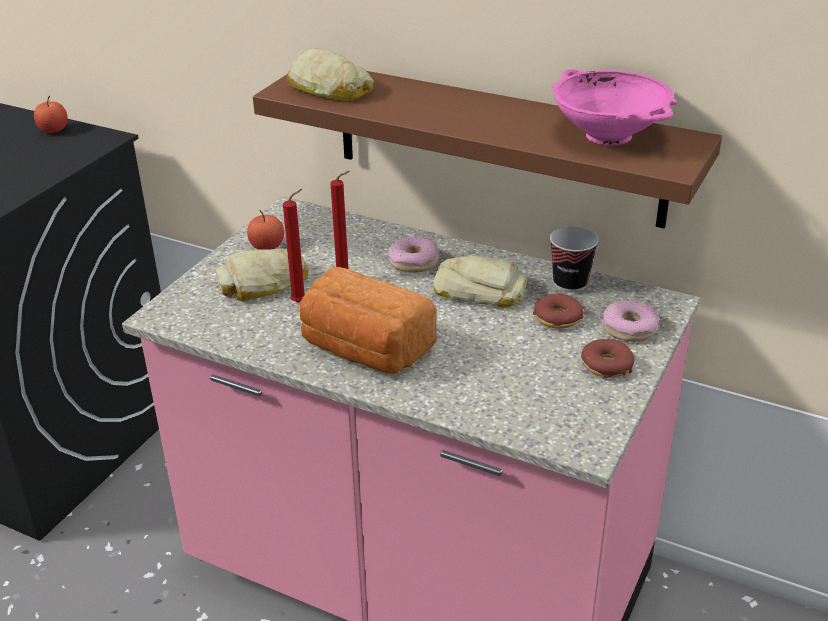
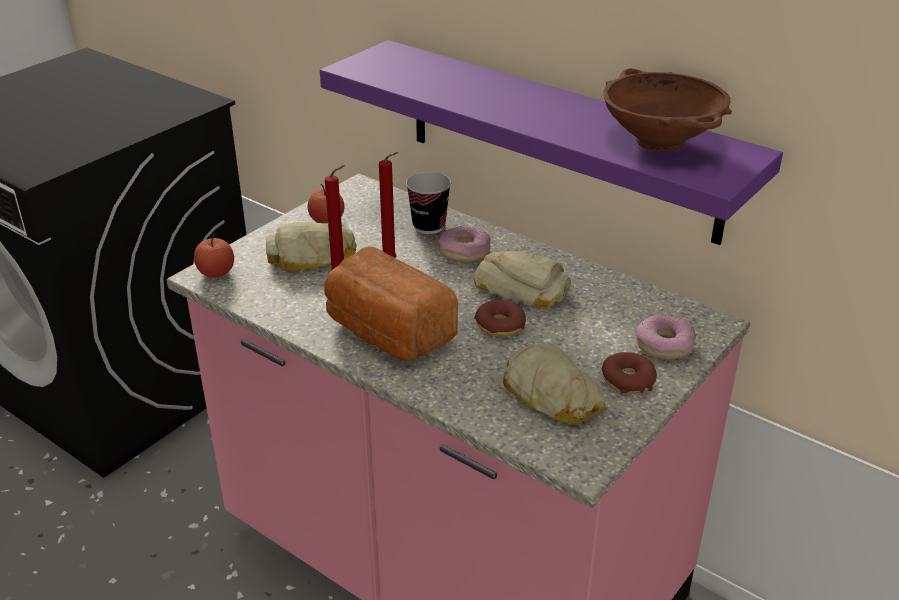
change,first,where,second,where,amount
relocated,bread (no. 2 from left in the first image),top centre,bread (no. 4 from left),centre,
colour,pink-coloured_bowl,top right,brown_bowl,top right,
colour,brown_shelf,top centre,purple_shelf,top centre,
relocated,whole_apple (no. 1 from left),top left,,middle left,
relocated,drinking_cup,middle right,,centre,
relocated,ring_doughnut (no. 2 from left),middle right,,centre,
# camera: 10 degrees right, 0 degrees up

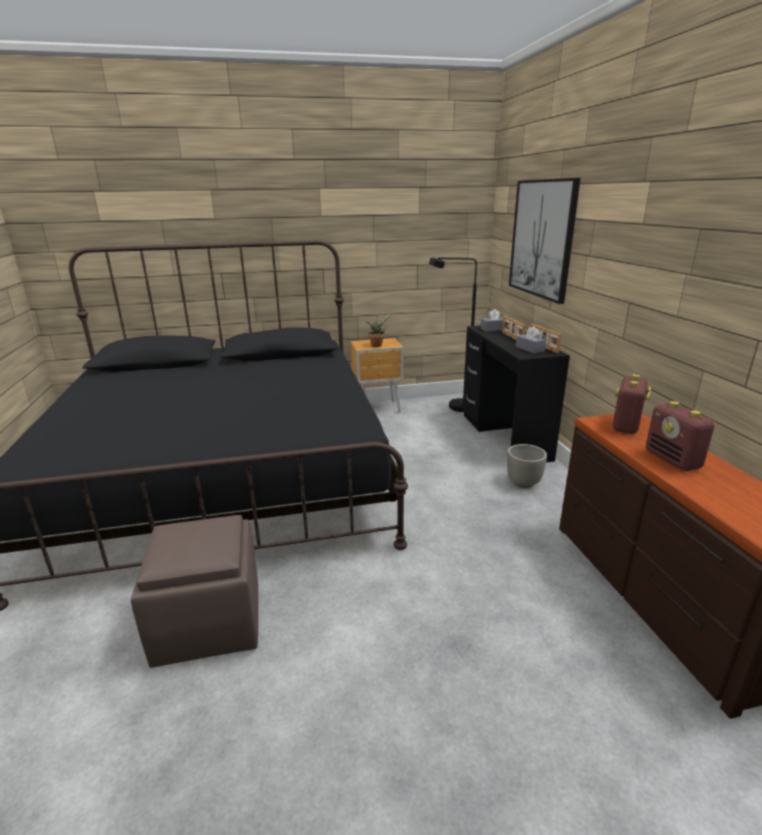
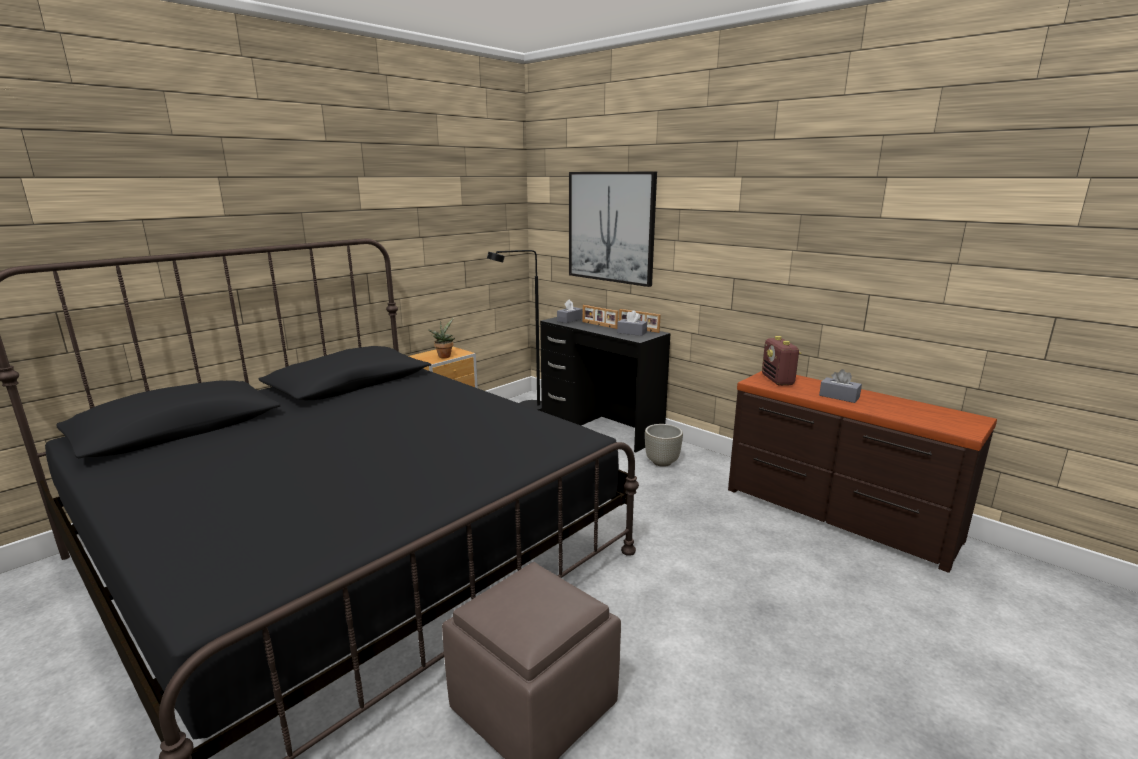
change,first,where,second,where,amount
exchanged,radio (no. 2 from left),middle right,gray_box_of_tissues (no. 3 from left),middle right,
# camera: 35 degrees left, 5 degrees down

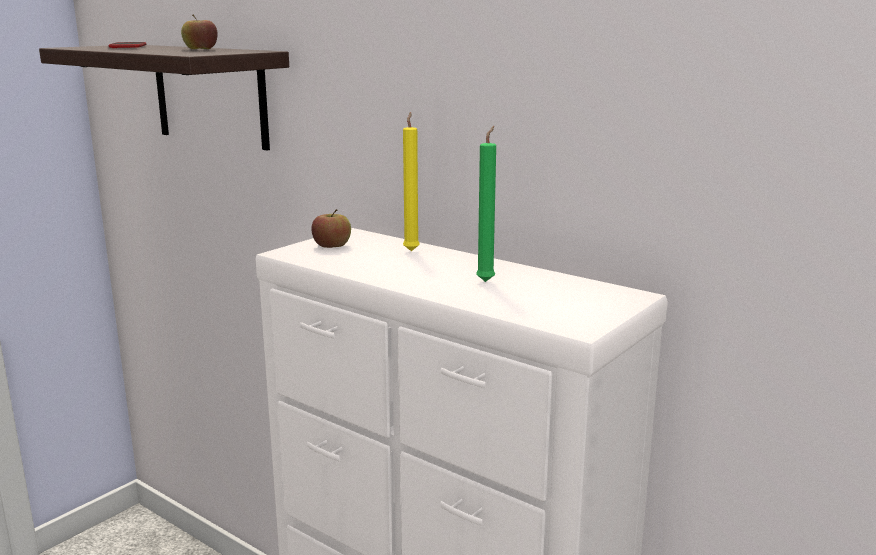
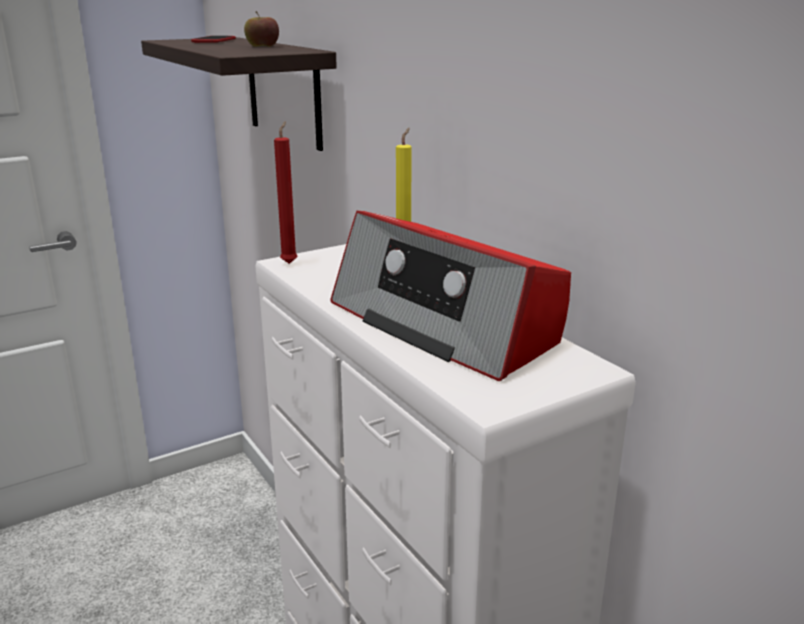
change,first,where,second,where,amount
exchanged,greenish_candle,centre,radio,centre,
missing,whole_apple (no. 2 from left),centre,,,
appeared,,,reddish_candle,top centre,
# camera: 20 degrees right, 5 degrees up

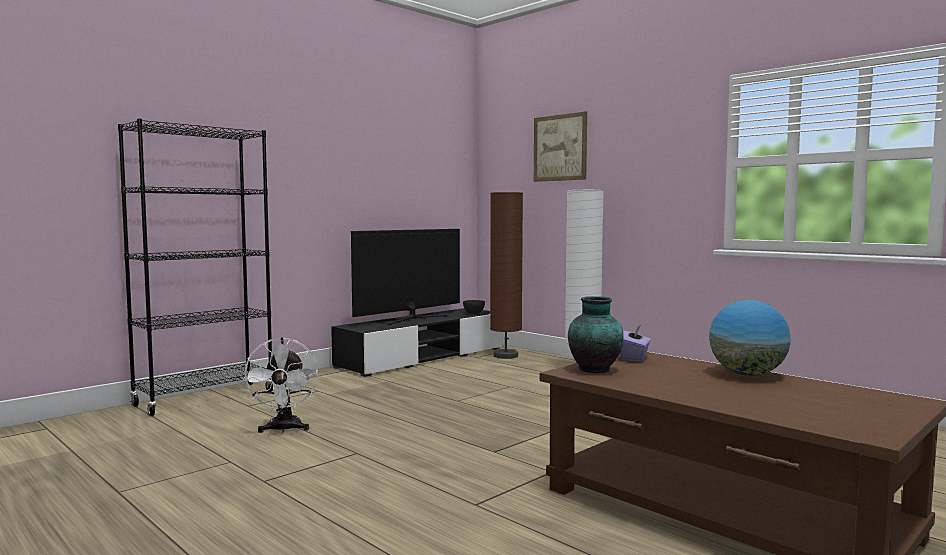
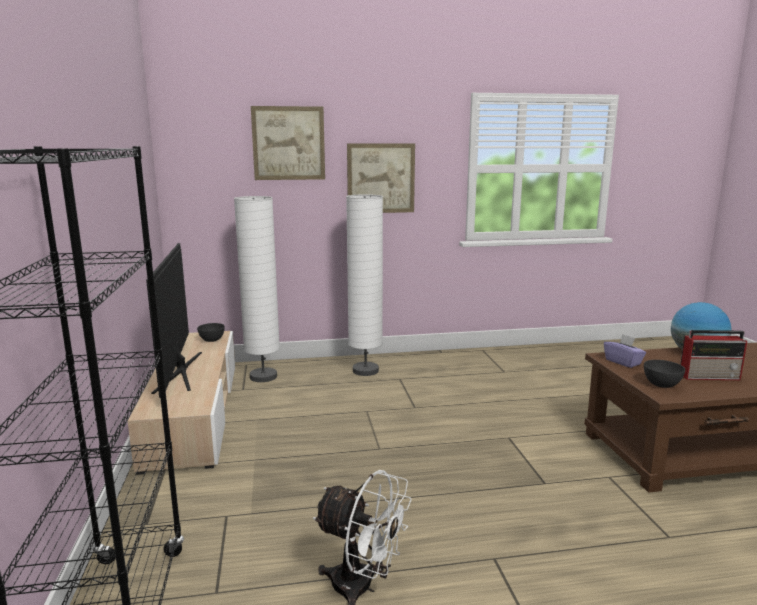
change,first,where,second,where,amount
colour,brown_floor_lamp,centre,whitish_floor_lamp (no. 1 from left),centre,
exchanged,decorative_vase,centre,gray_bowl (no. 2 from left),middle right,
colour,blackish_tv_stand,centre,sand-coloured_tv_stand,middle left,
appeared,,,picture (no. 2 from left),top centre,
appeared,,,radio,middle right,
# camera: 55 degrees left, 10 degrees up

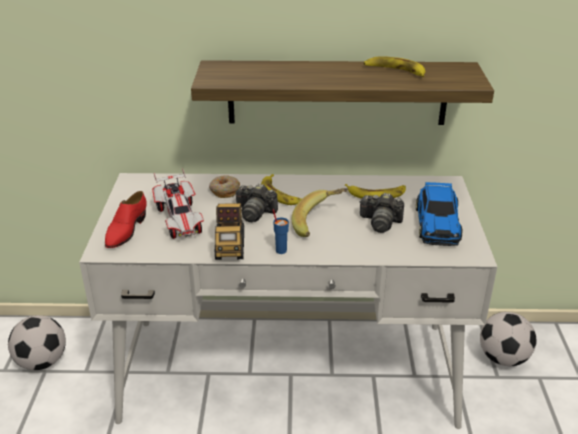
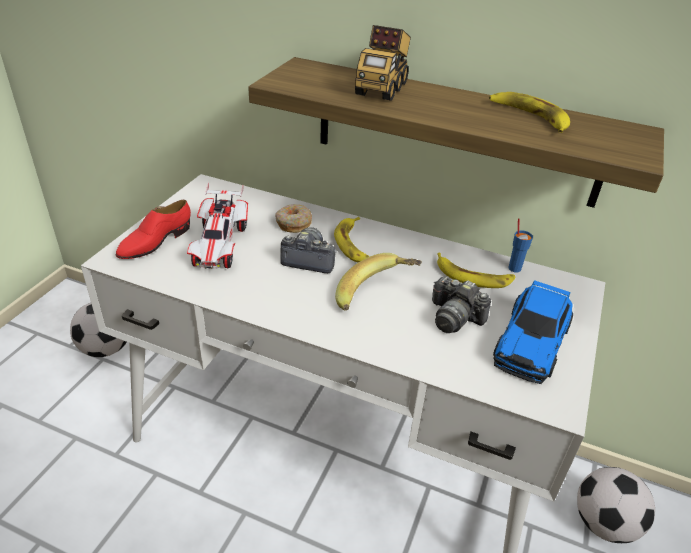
change,first,where,second,where,amount
spun,still_camera (no. 1 from left),centre,,centre,150 degrees clockwise
relocated,model_truck,centre,,top centre,
relocated,bluish_drinking_cup,centre,,middle right,
# camera: 20 degrees right, 5 degrees up

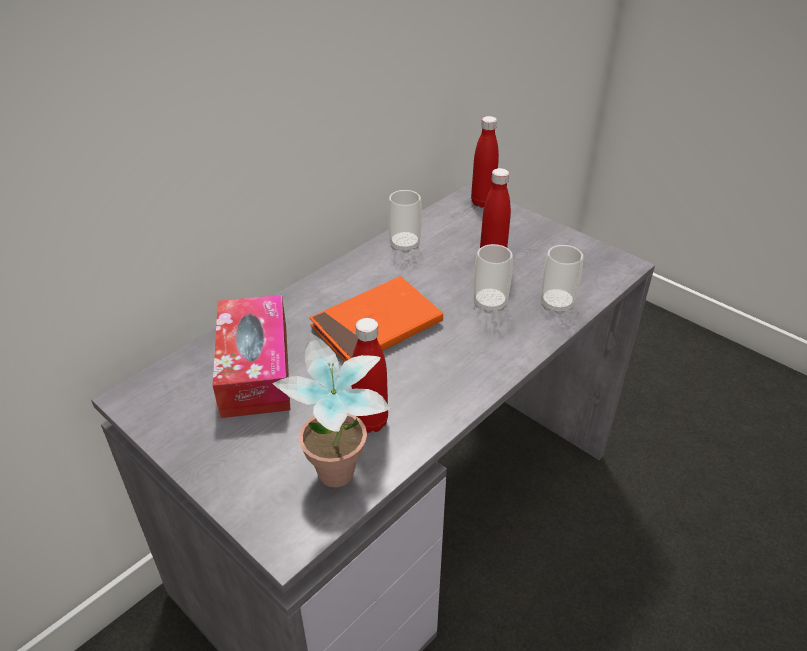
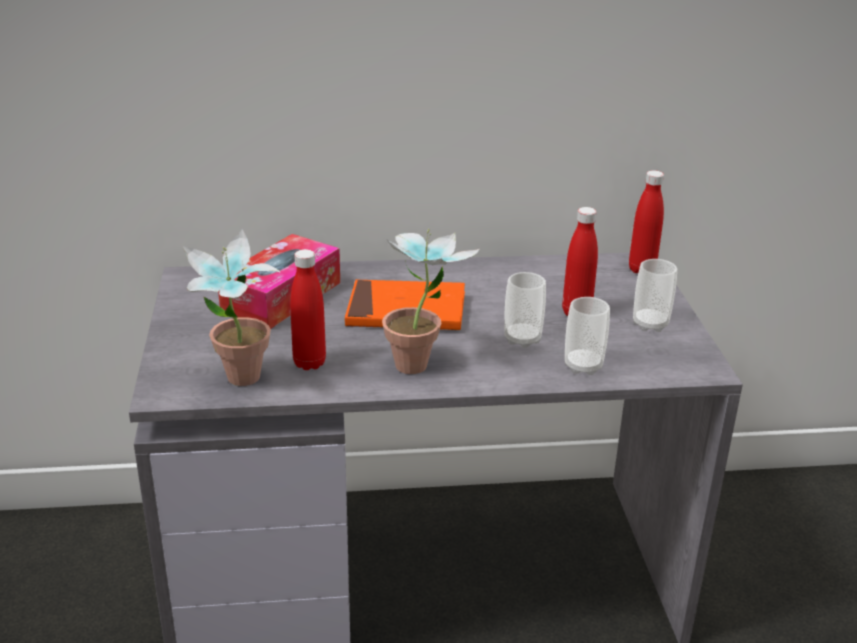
change,first,where,second,where,amount
relocated,drinking_cup (no. 1 from left in the first image),centre,drinking_cup (no. 3 from left),middle right,
appeared,,,plant_in_a_pot (no. 2 from left),centre,
# camera: 40 degrees right, 10 degrees down

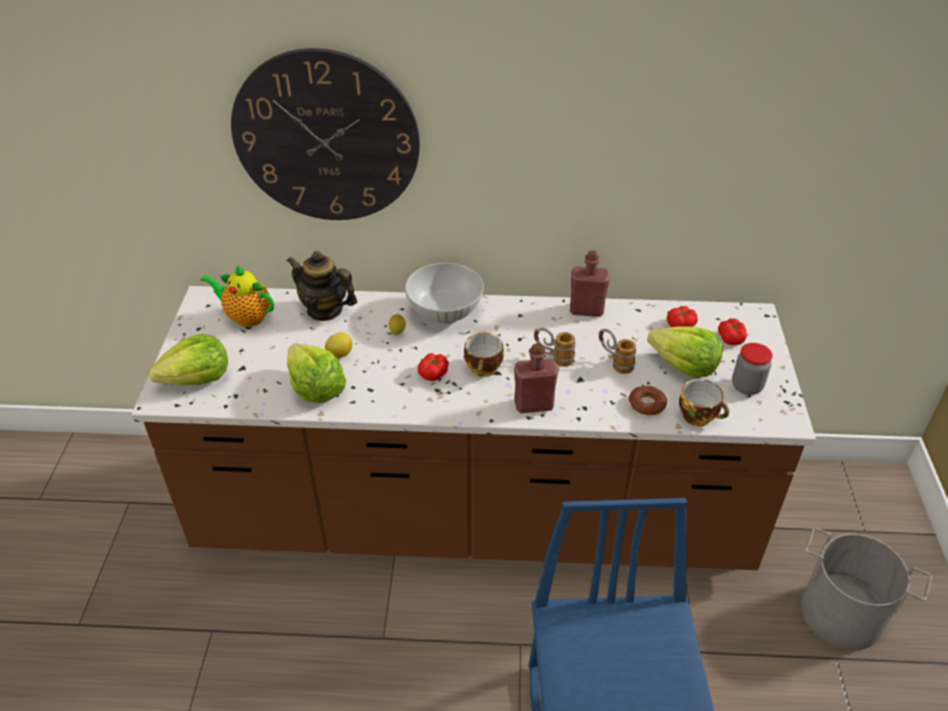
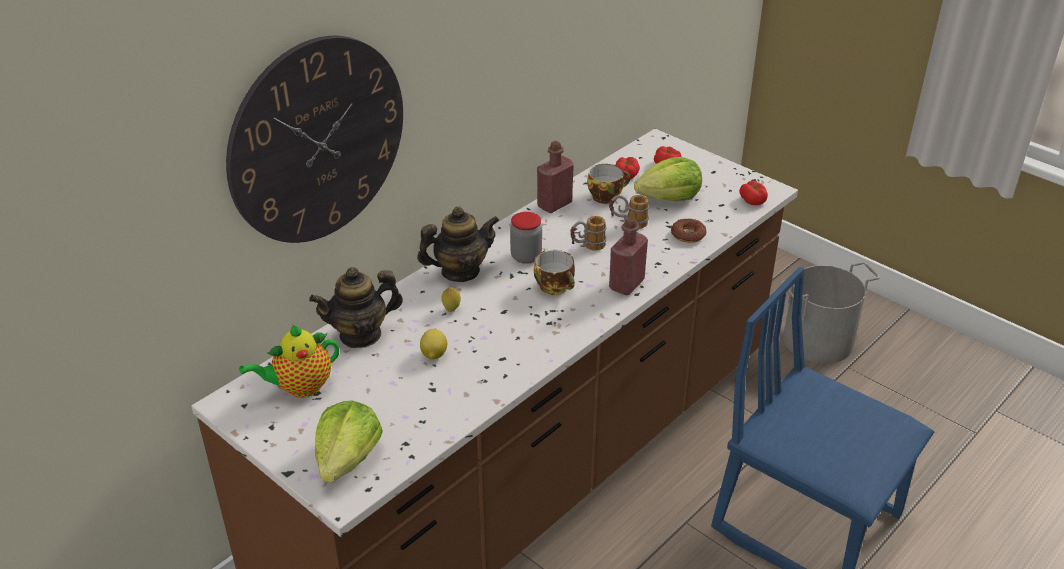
change,first,where,second,where,amount
exchanged,whitish_bowl,centre,pot_for_tea (no. 3 from left),centre,
relocated,jar,middle right,,centre,
missing,lettuce_head (no. 2 from left),centre,,,
relocated,whole_tomato (no. 1 from left in the first image),centre,whole_tomato (no. 3 from left),middle right,
relocated,drinking_cup (no. 2 from left),middle right,,top centre,
# camera: 50 degrees left, 5 degrees down

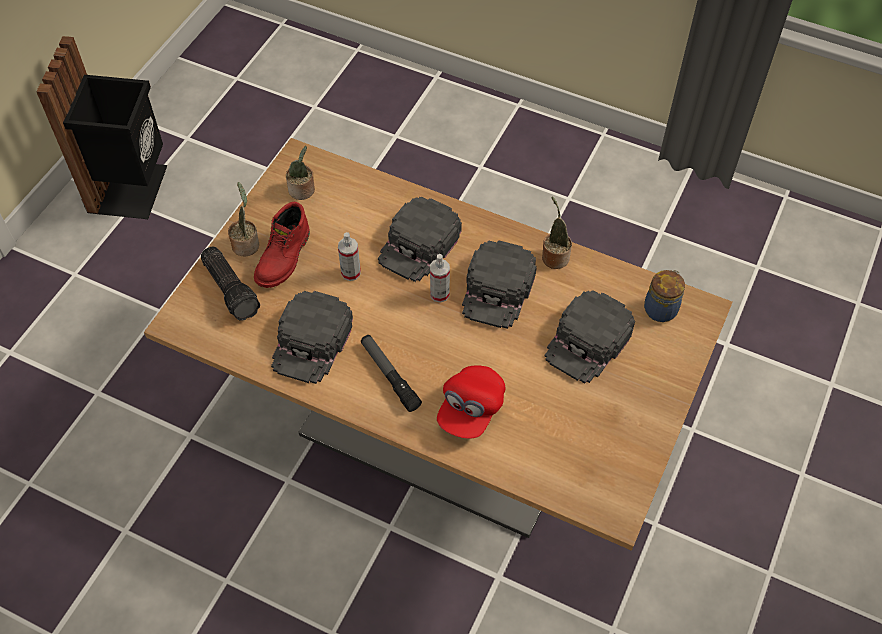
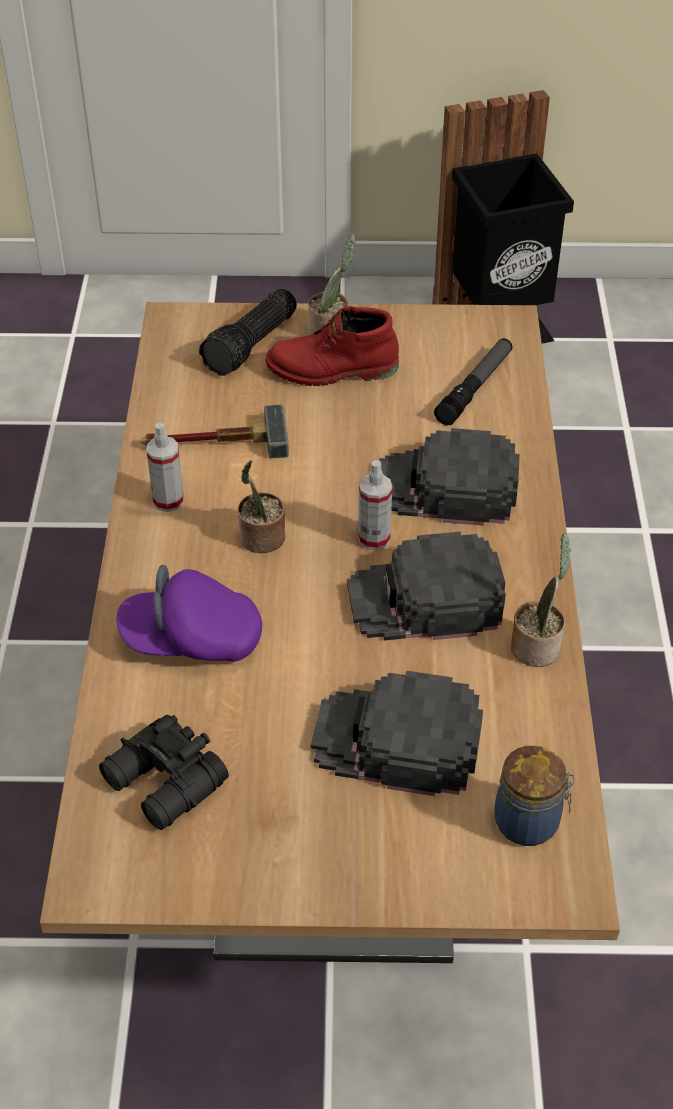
change,first,where,second,where,amount
relocated,plant_in_a_pot (no. 2 from left in the first image),top centre,plant_in_a_pot (no. 1 from left),centre,
relocated,sprayer (no. 1 from left),centre,,middle left,
exchanged,blackish_cap (no. 1 from left),centre,hammer,middle left,
relocated,flashlight (no. 2 from left),centre,,middle right,
colour,reddish_cap,centre,purple_cap,middle left,
appeared,,,blackish_field_glasses,bottom left,
# camera: 65 degrees right, 10 degrees down

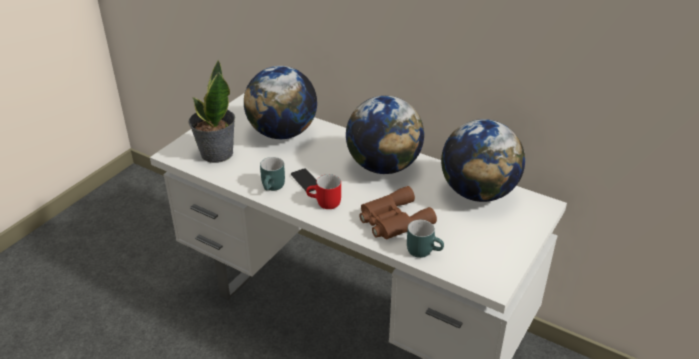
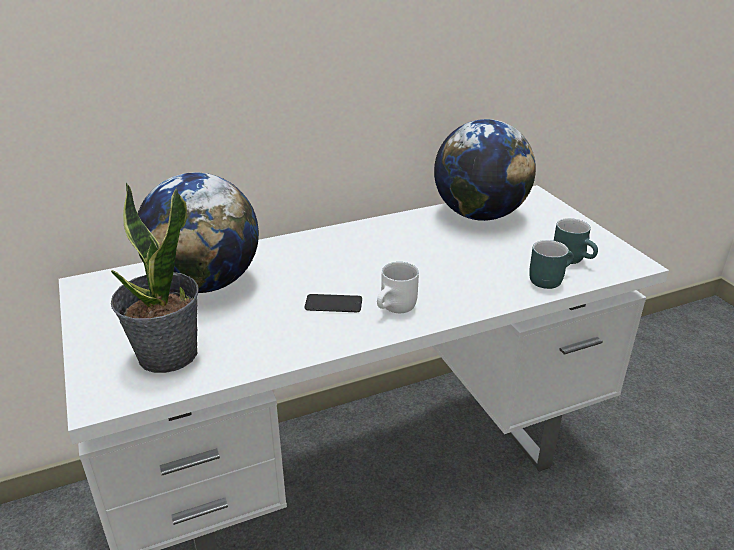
change,first,where,second,where,amount
missing,desk_globe (no. 2 from left),centre,,,
relocated,turquoise_tea_mug (no. 1 from left in the first image),centre,turquoise_tea_mug (no. 2 from left),middle right,
colour,reddish_tea_mug,centre,whitish_tea_mug,centre,
missing,brown_field_glasses,centre,,,
# camera: 55 degrees left, 5 degrees down

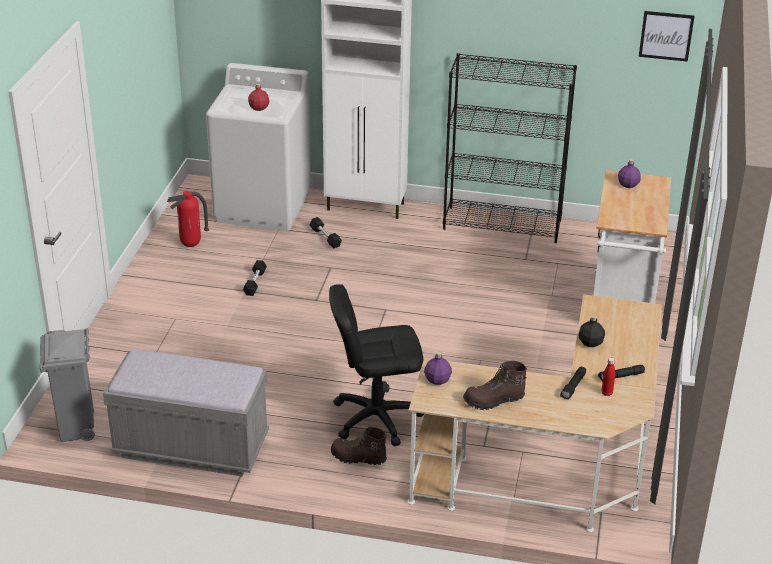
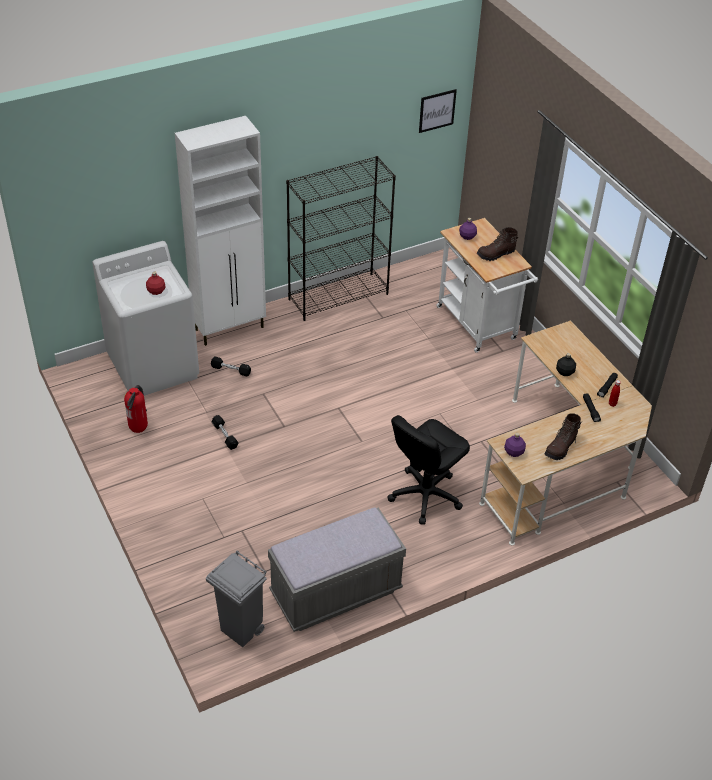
change,first,where,second,where,amount
relocated,brown_boot (no. 1 from left),bottom centre,,top right,
# camera: 40 degrees left, 10 degrees up

